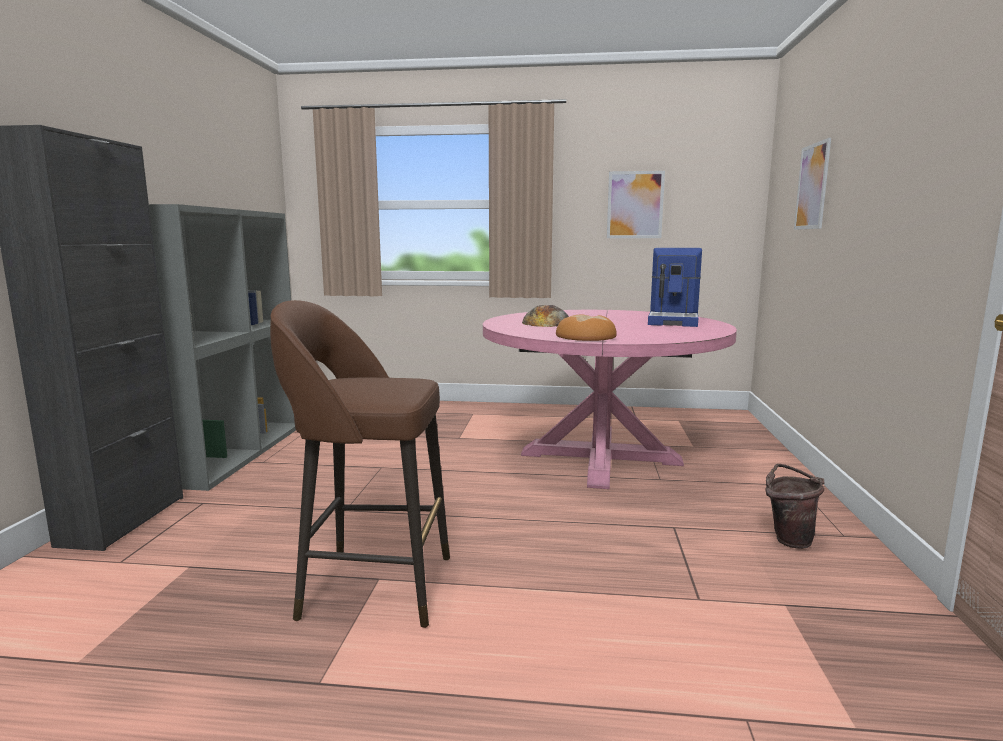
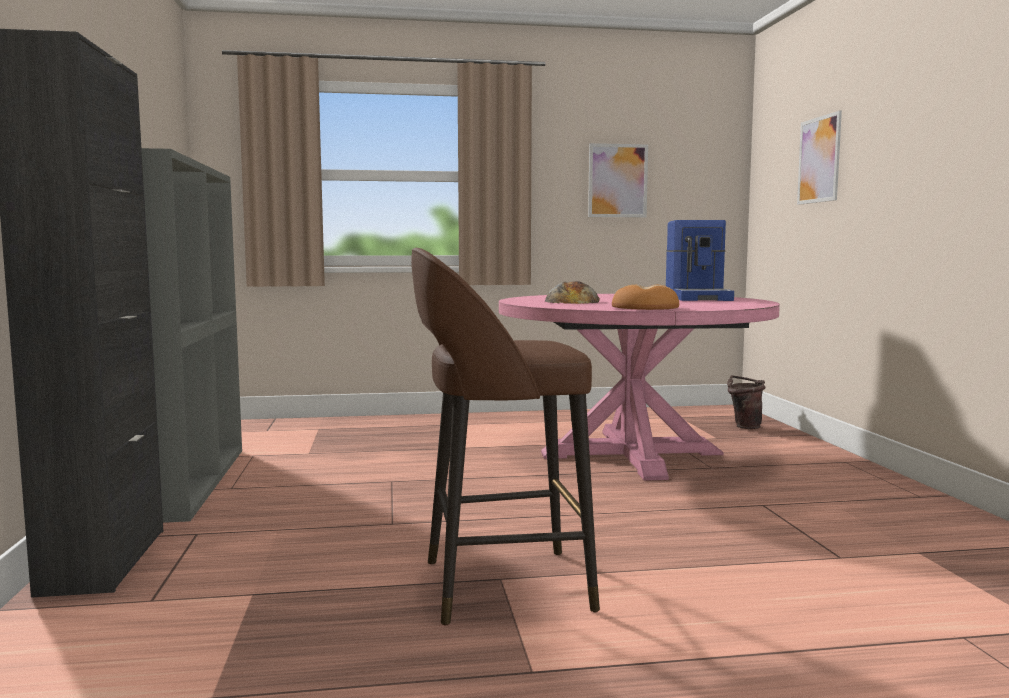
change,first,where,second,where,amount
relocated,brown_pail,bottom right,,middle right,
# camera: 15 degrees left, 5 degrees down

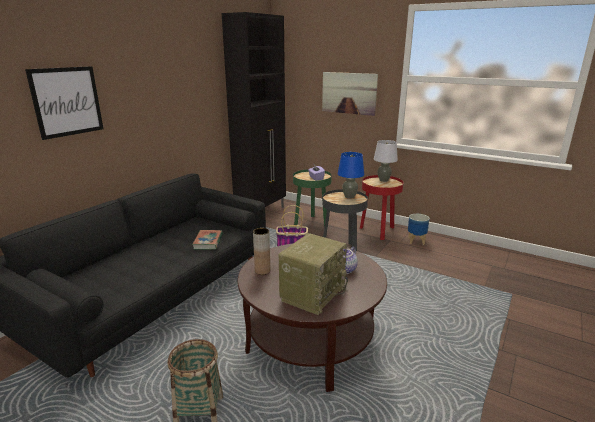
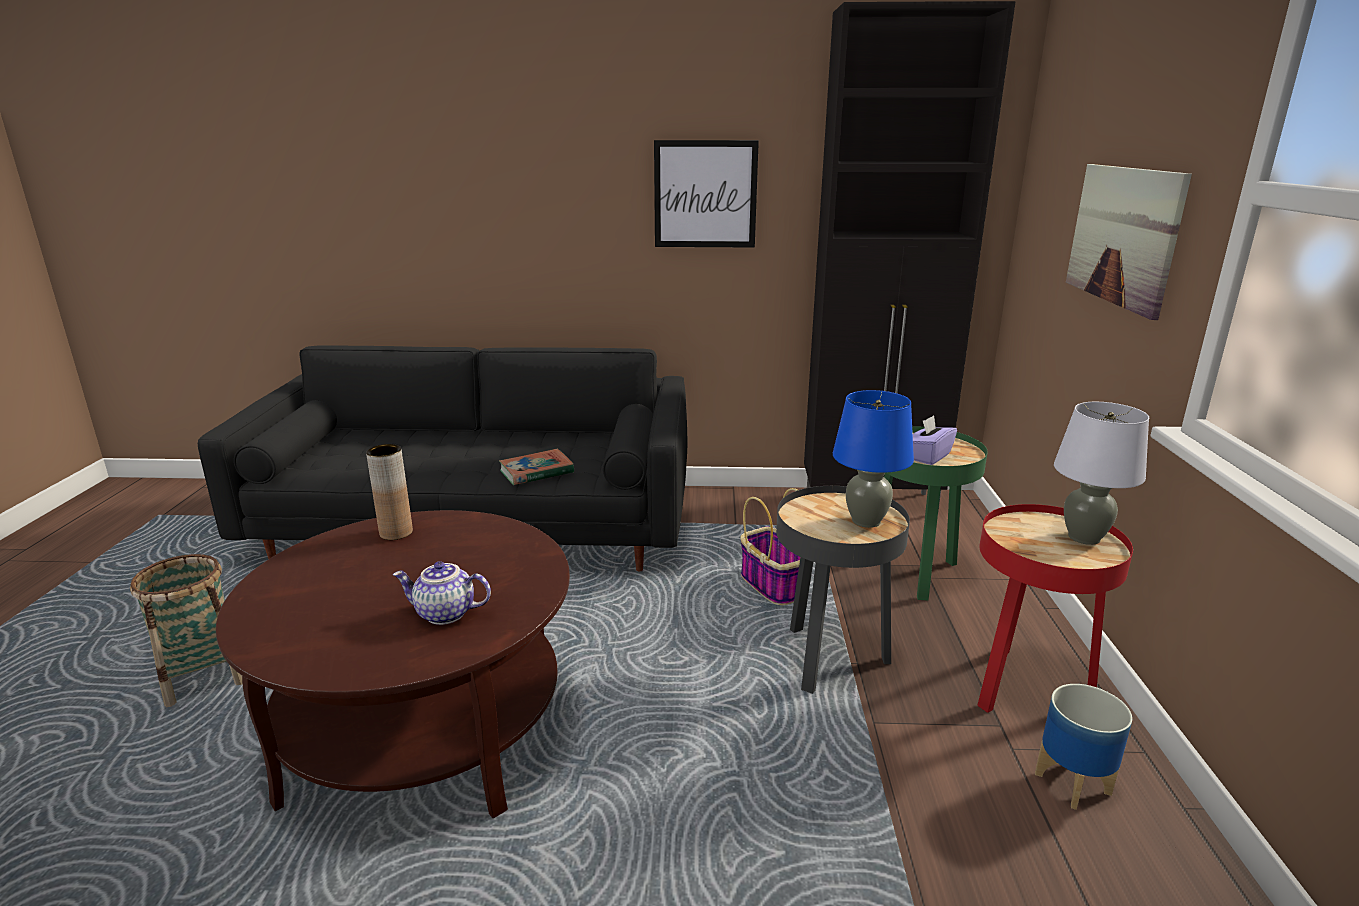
change,first,where,second,where,amount
relocated,picture (no. 1 from left),top left,,top centre,
missing,radio,centre,,,
# camera: 60 degrees right, 0 degrees up

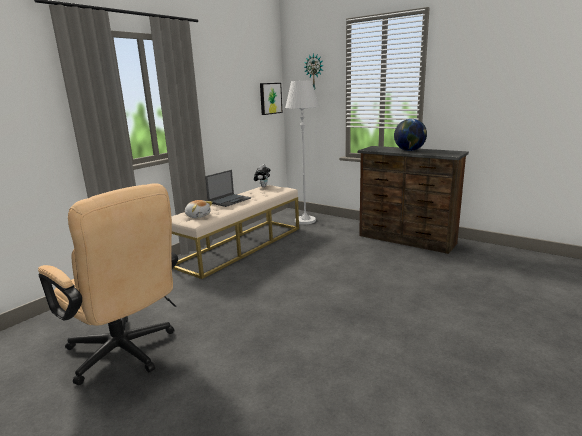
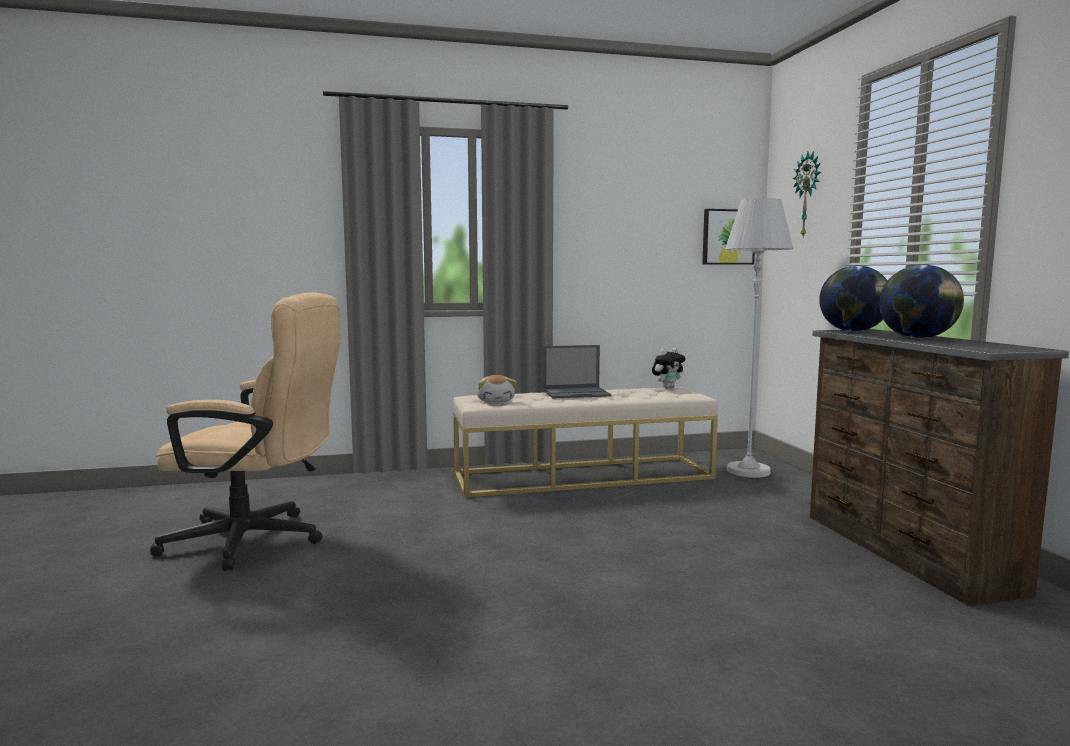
change,first,where,second,where,amount
spun,sand-coloured_desk_chair,middle left,,middle left,75 degrees counterclockwise
appeared,,,desk_globe (no. 1 from left),middle right,
# camera: 40 degrees right, 10 degrees down

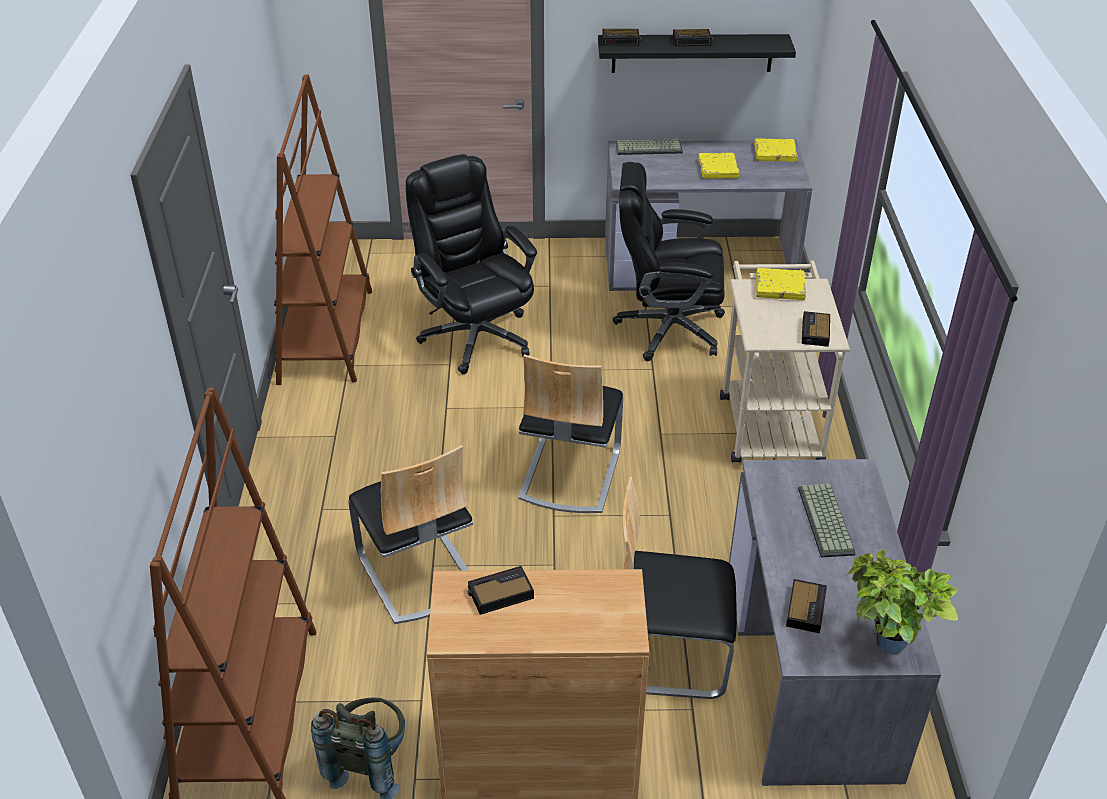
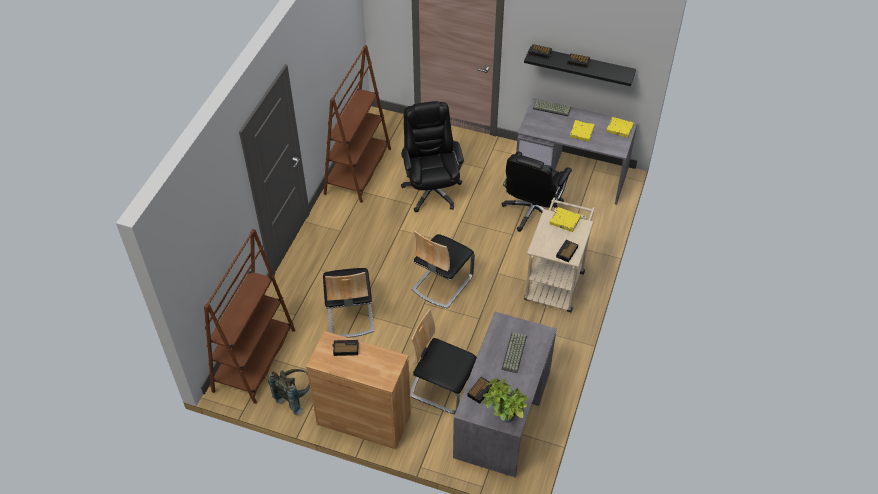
change,first,where,second,where,amount
spun,blackish_desk_chair (no. 2 from left),top centre,,centre,90 degrees counterclockwise
# camera: 20 degrees right, 10 degrees up

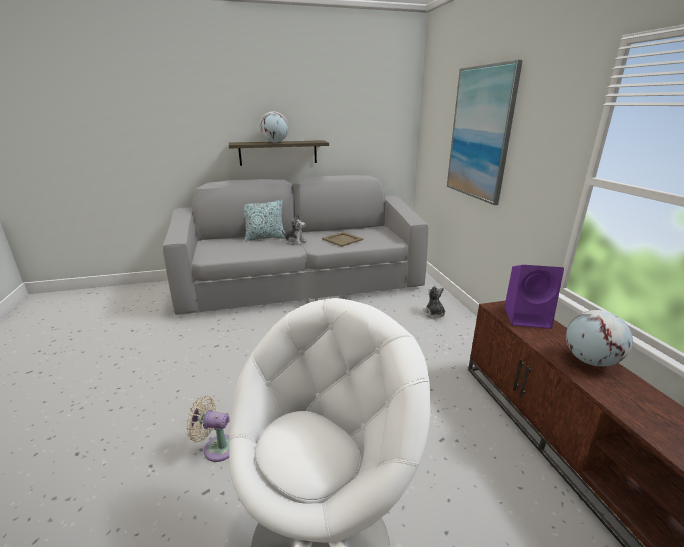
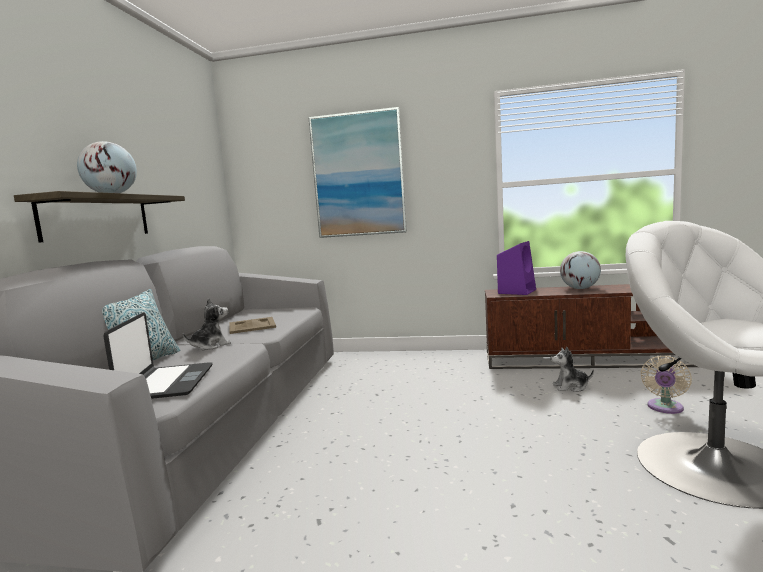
change,first,where,second,where,amount
relocated,cuddly_toy (no. 2 from left),centre,,middle right,
relocated,sand-coloured_electric_fan,bottom left,,bottom right,
appeared,,,notebook_computer,middle left,
# camera: 65 degrees left, 15 degrees down

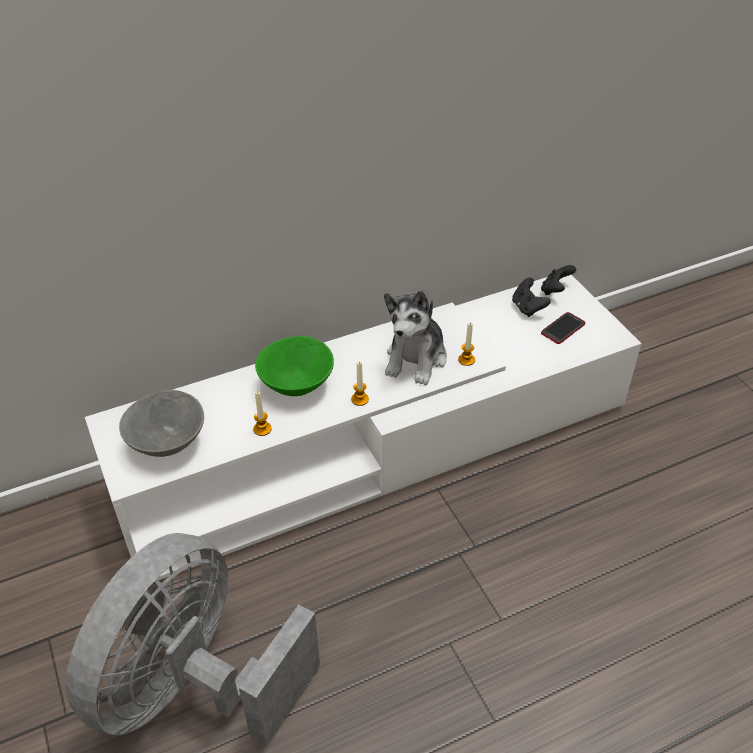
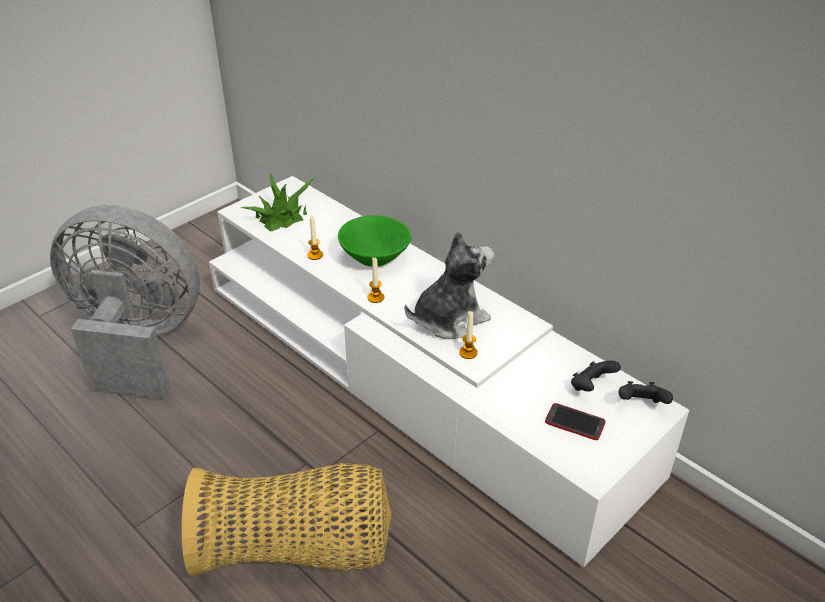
change,first,where,second,where,amount
spun,cuddly_toy,centre,,centre,150 degrees clockwise
exchanged,gray_bowl,middle left,plant_in_a_pot,centre,
appeared,,,basket,bottom centre,
# camera: 70 degrees right, 5 degrees down

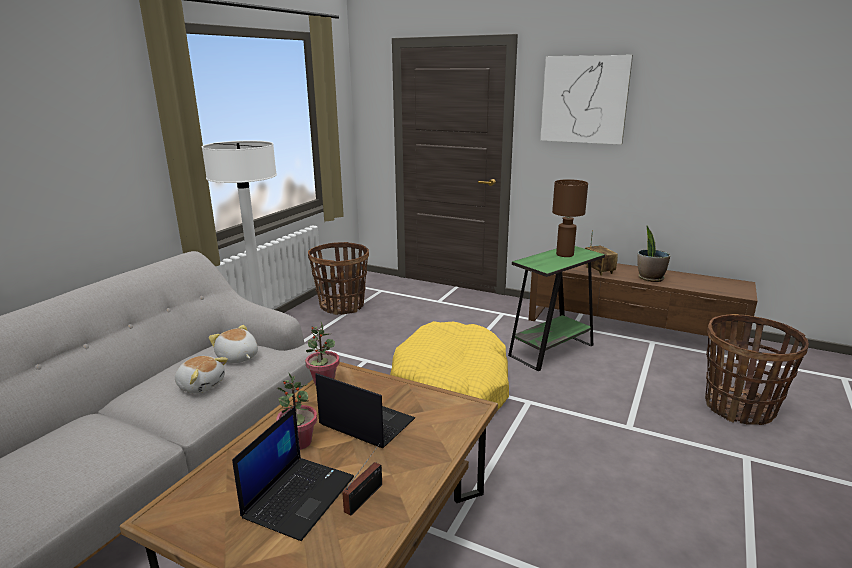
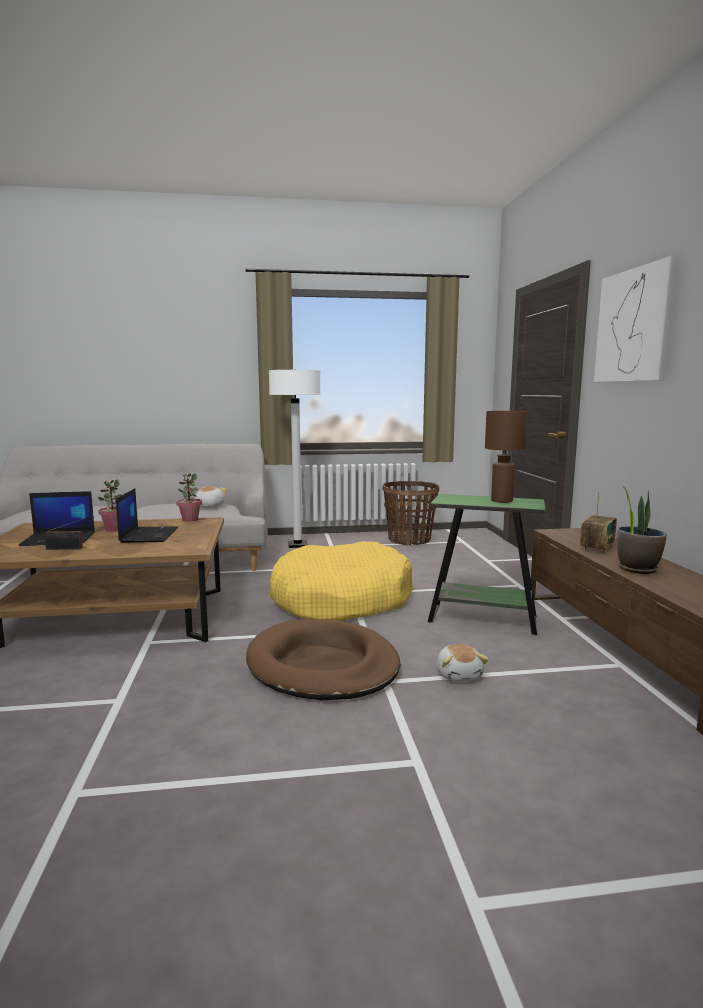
change,first,where,second,where,amount
missing,basket (no. 2 from left),middle right,,,
relocated,cuddly_toy (no. 1 from left in the first image),middle left,cuddly_toy (no. 2 from left),centre,
appeared,,,brown_dog_bed,centre,
# camera: 55 degrees right, 10 degrees down

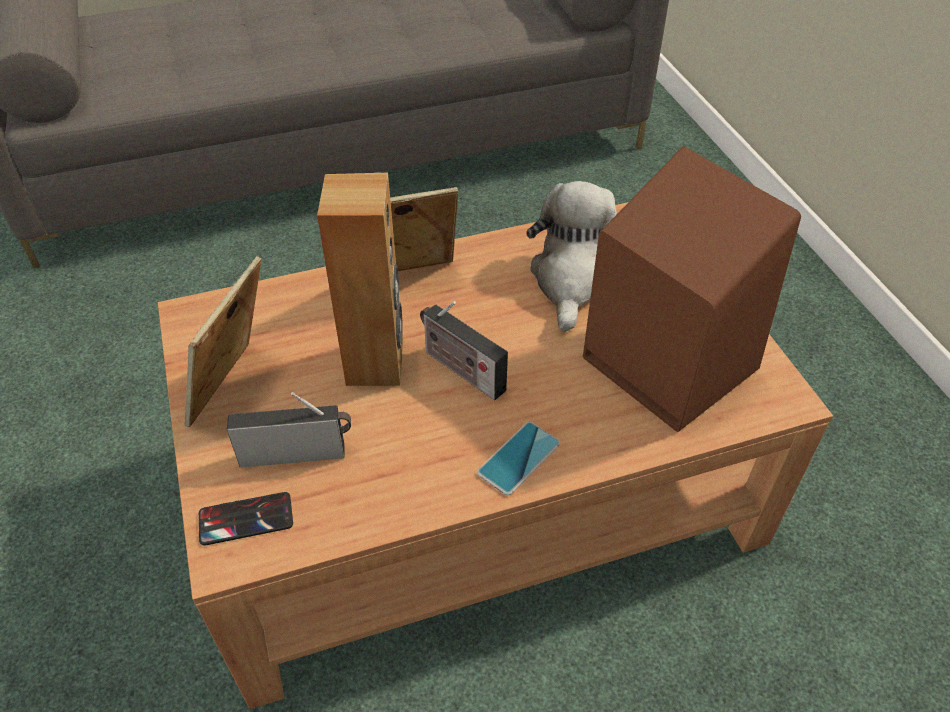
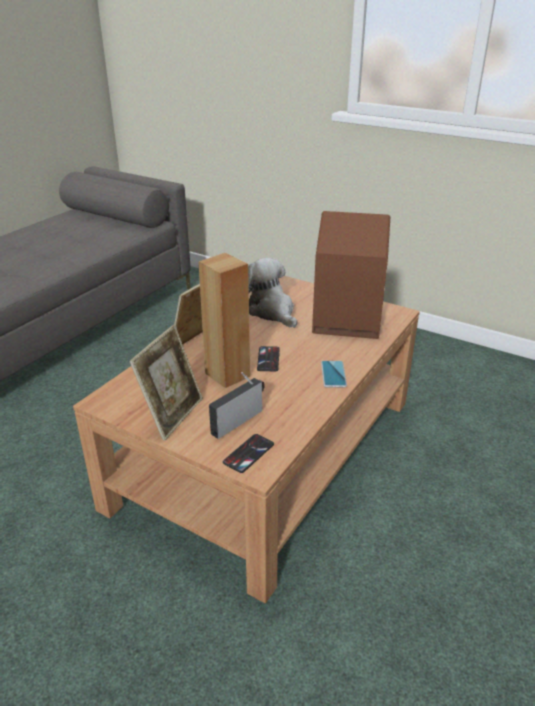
change,first,where,second,where,amount
spun,photo_frame (no. 1 from left),middle left,,middle left,135 degrees counterclockwise
exchanged,radio (no. 2 from left),centre,handset (no. 2 from left),centre,
# camera: 40 degrees left, 15 degrees down

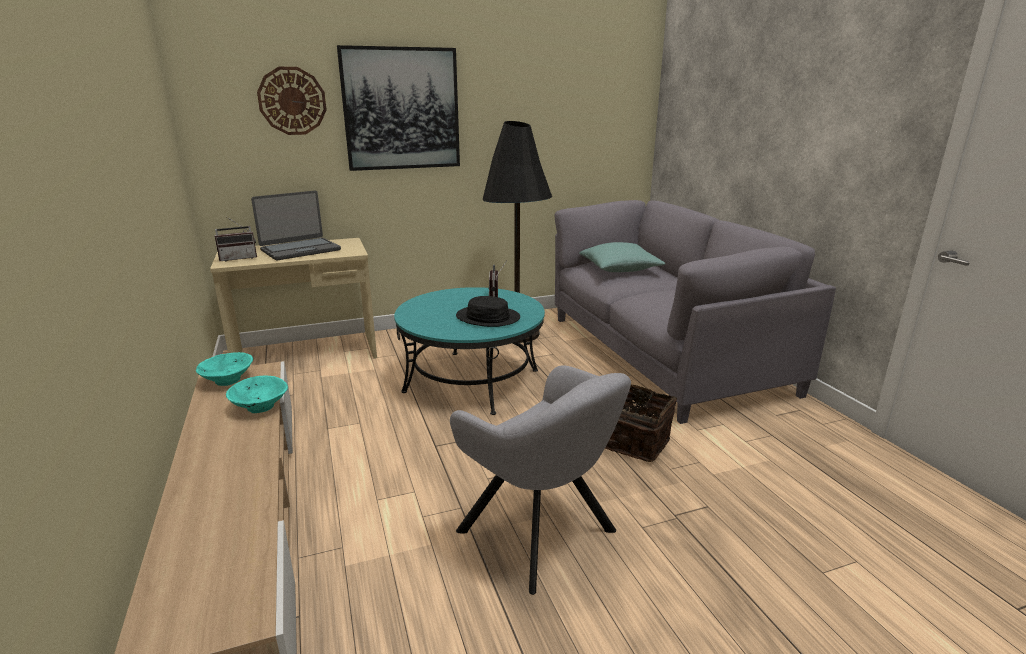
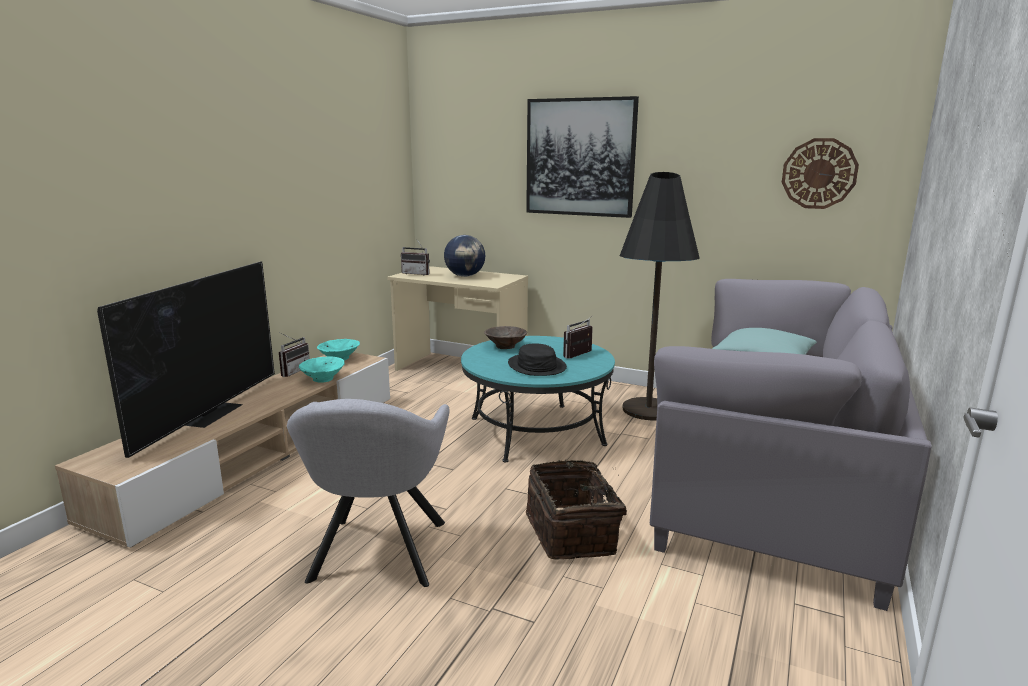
change,first,where,second,where,amount
relocated,hanging_clock,top left,,top right,
exchanged,notebook_computer,middle left,desk_globe,centre,
appeared,,,television,middle left,
appeared,,,brown_bowl,centre,
appeared,,,radio (no. 1 from left),middle left,
# camera: 45 degrees right, 5 degrees down

